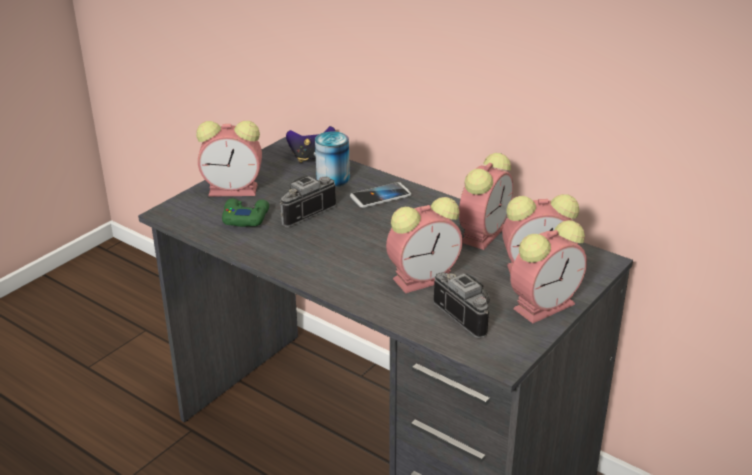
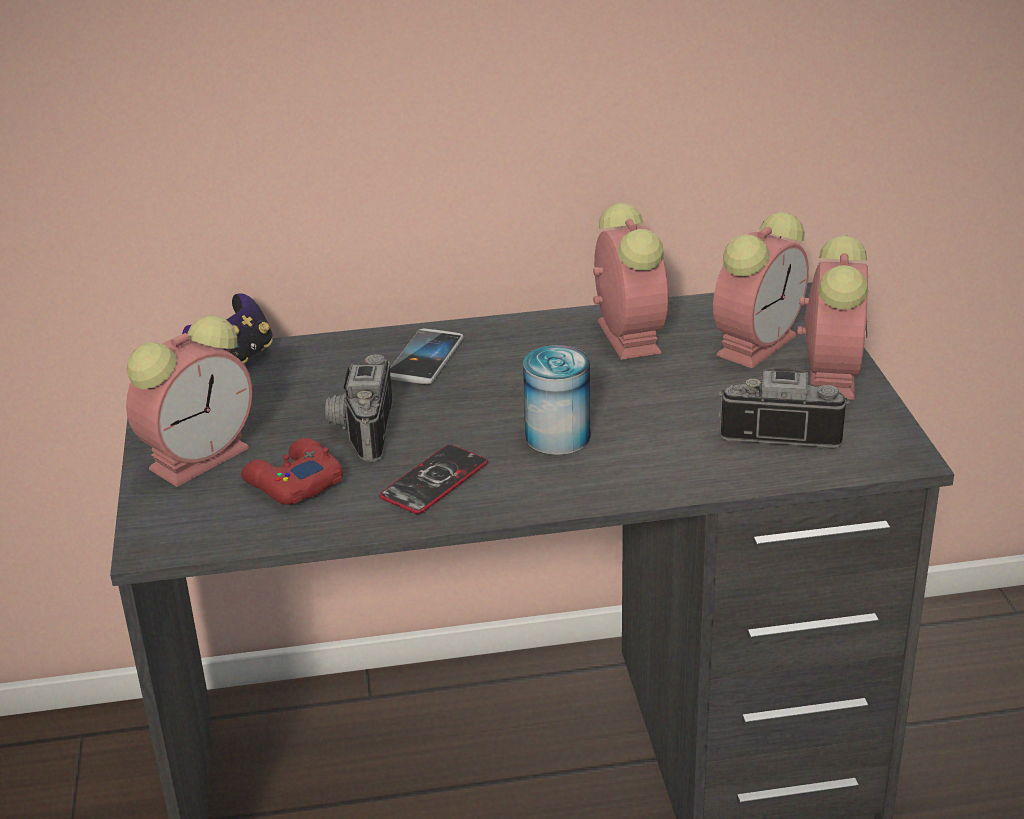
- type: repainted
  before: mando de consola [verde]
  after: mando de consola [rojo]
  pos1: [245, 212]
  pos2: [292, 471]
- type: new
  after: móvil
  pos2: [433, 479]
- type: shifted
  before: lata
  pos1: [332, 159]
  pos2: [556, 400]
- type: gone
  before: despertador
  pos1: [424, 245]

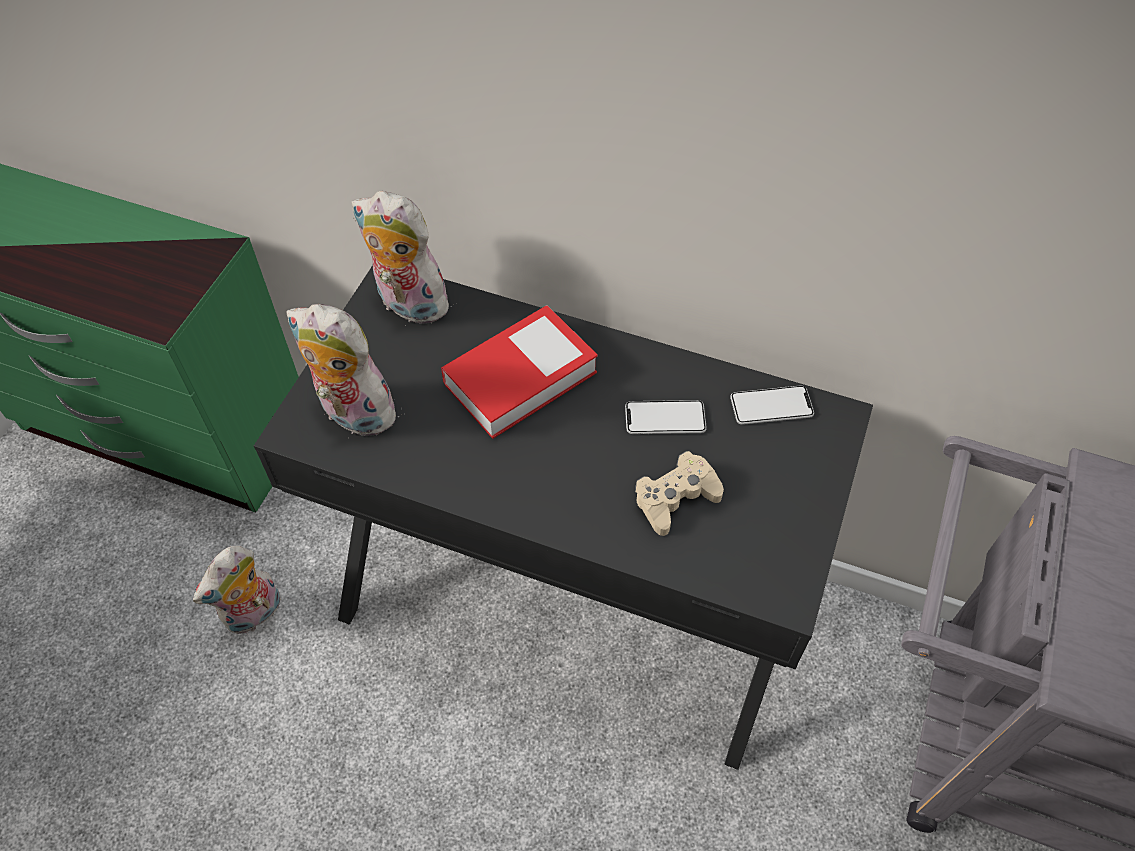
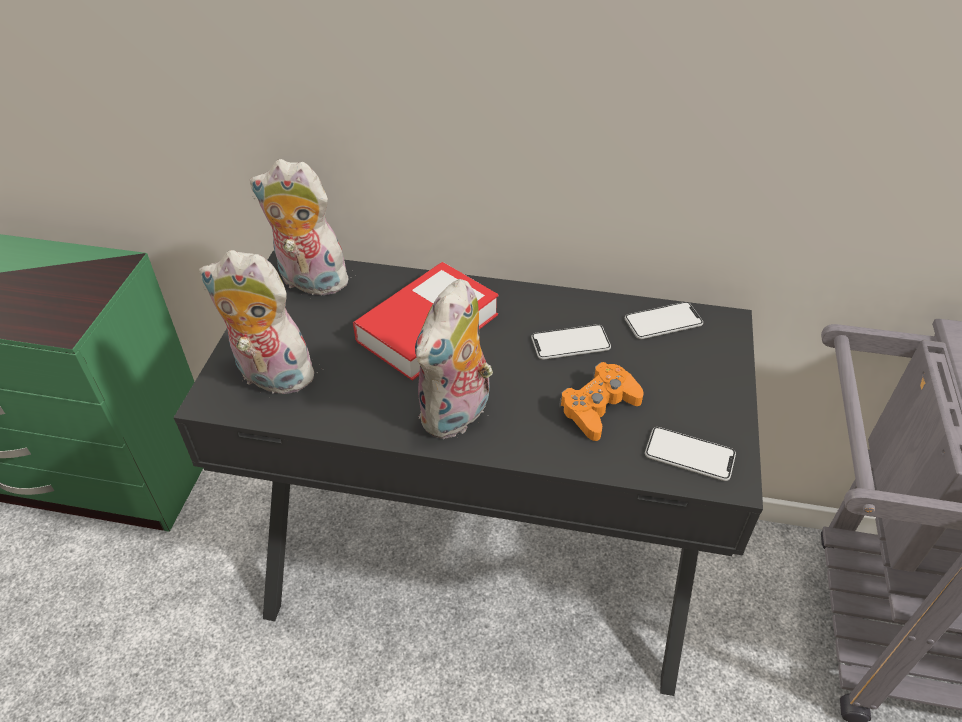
- type: shifted
  before: peluche
  pos1: [237, 590]
  pos2: [454, 359]
- type: repainted
  before: mando de consola [beis]
  after: mando de consola [naranja]
  pos1: [679, 493]
  pos2: [601, 401]
- type: new
  after: móvil
  pos2: [690, 454]

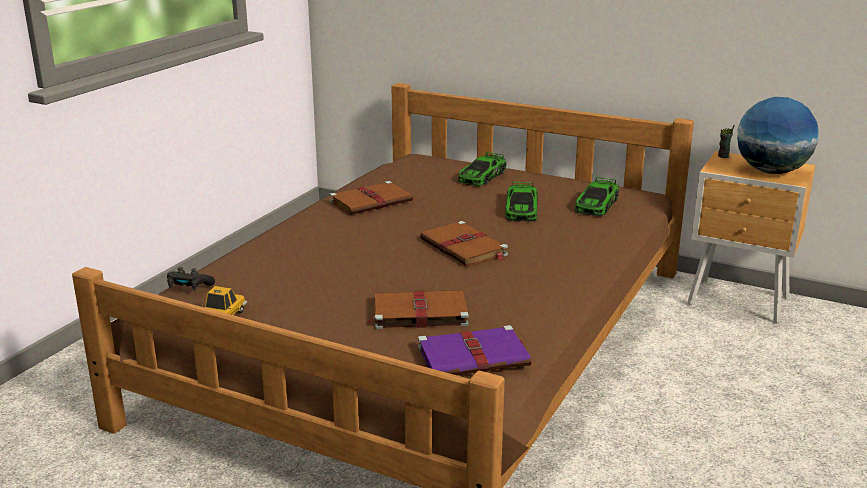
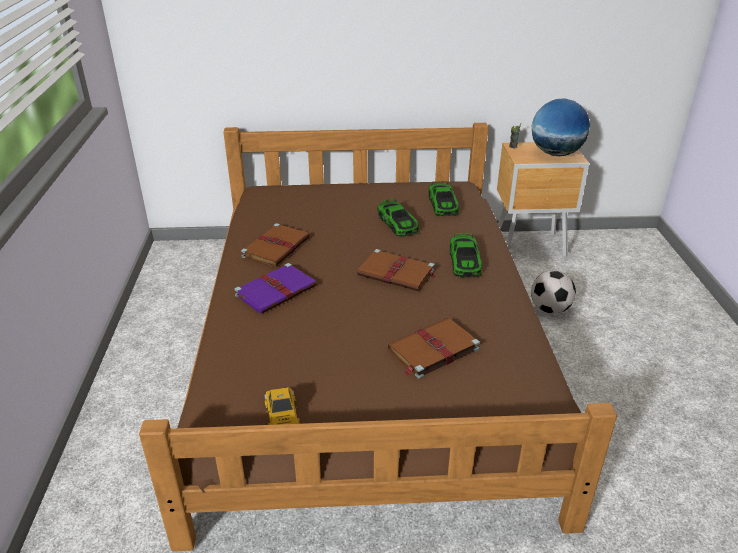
- type: shifted
  before: libro [morado]
  pos1: [475, 350]
  pos2: [275, 288]
- type: shifted
  before: coche de juguete
  pos1: [482, 169]
  pos2: [466, 255]
- type: new
  after: balón de fútbol
  pos2: [553, 292]
- type: gone
  before: mando de consola [negro]
  pos1: [191, 279]

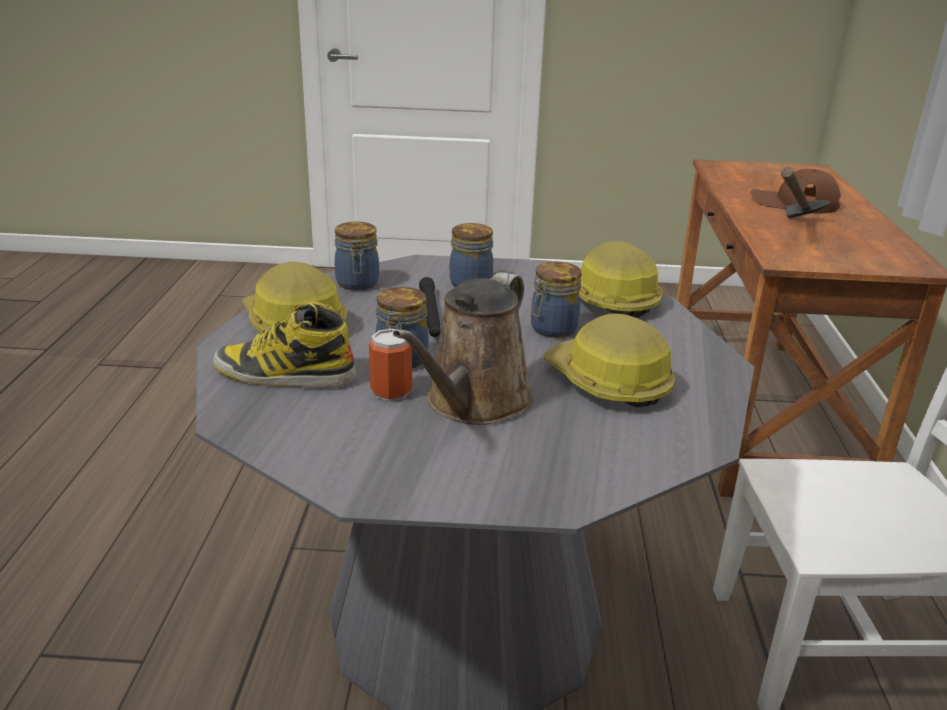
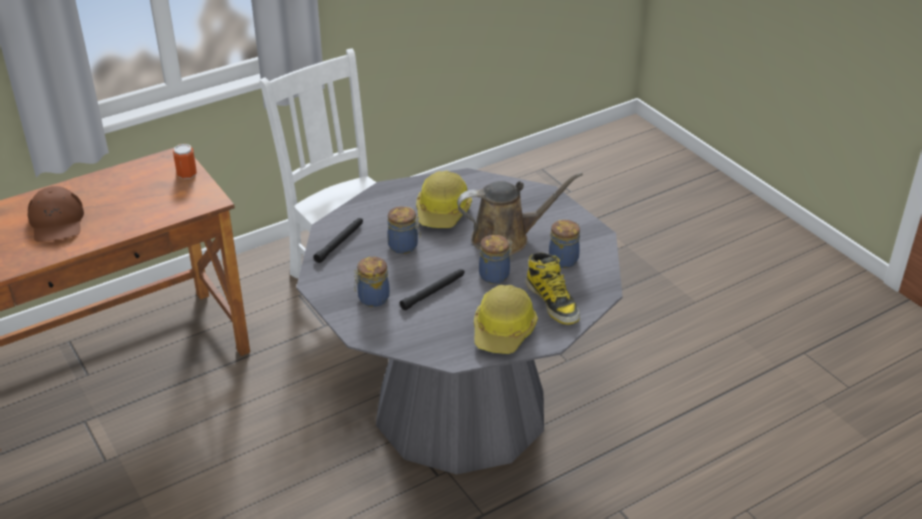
- type: shifted
  before: lata
  pos1: [390, 365]
  pos2: [185, 161]
- type: swapped
  before: casco
  after: linterna [negro]
  pos1: [621, 279]
  pos2: [338, 240]
- type: shifted
  before: tarro
  pos1: [356, 256]
  pos2: [564, 244]
- type: gone
  before: martillo
  pos1: [805, 192]

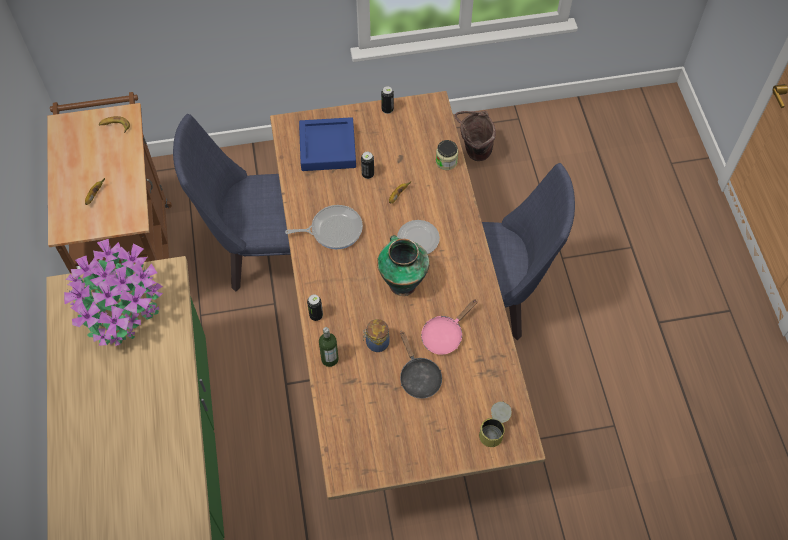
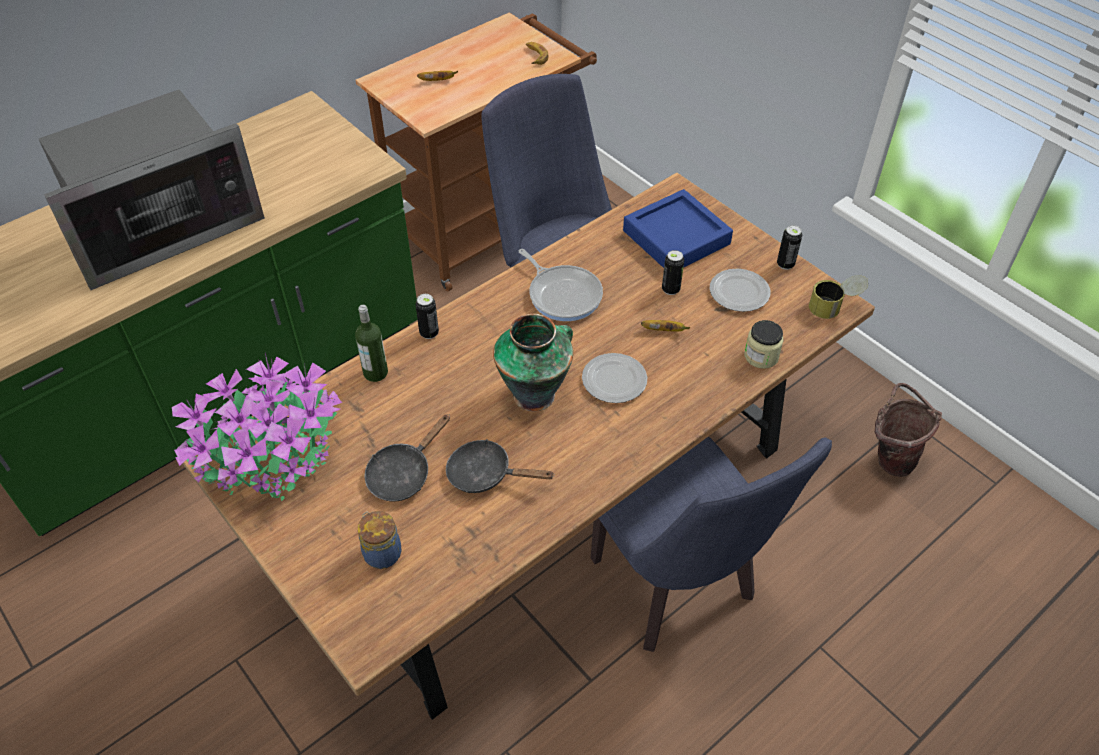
- type: new
  after: microondas
  pos2: [152, 189]
- type: shifted
  before: planta en maceta
  pos1: [113, 292]
  pos2: [257, 427]
- type: shifted
  before: tarro
  pos1: [376, 335]
  pos2: [380, 540]
- type: repainted
  before: sartén [rosa]
  after: sartén [negro]
  pos1: [449, 327]
  pos2: [500, 466]
- type: new
  after: plato
  pos2: [740, 290]
- type: shifted
  before: lata
  pos1: [495, 424]
  pos2: [838, 297]

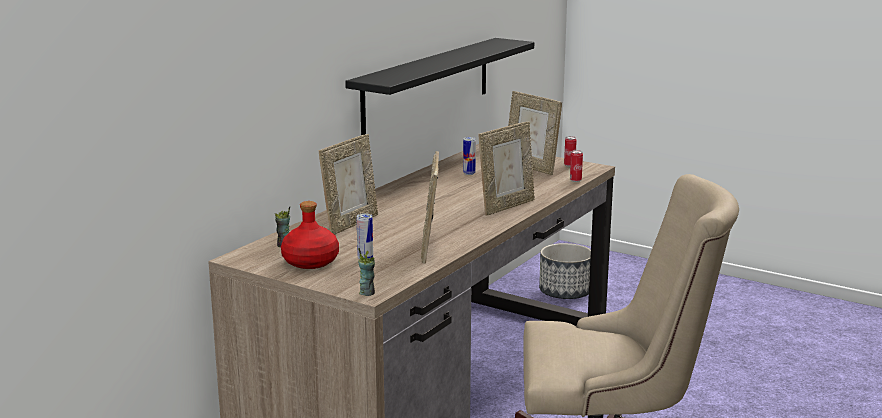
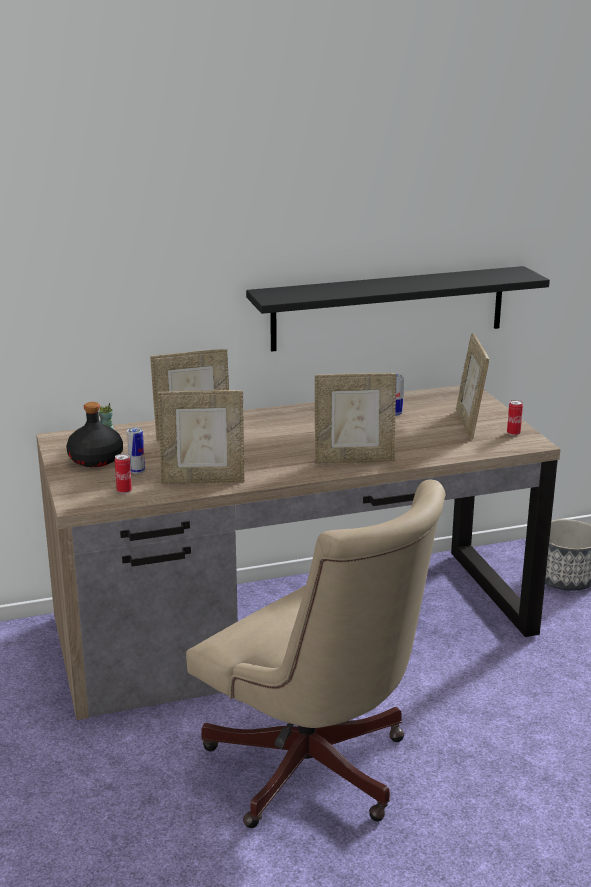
- type: repainted
  before: botella [rojo]
  after: botella [negro]
  pos1: [310, 235]
  pos2: [94, 434]
- type: shifted
  before: lata
  pos1: [576, 166]
  pos2: [123, 474]
- type: rotated
  before: portarretratos
  pos1: [430, 207]
  pos2: [201, 437]
  turn: -135
- type: gone
  before: taza
  pos1: [366, 272]

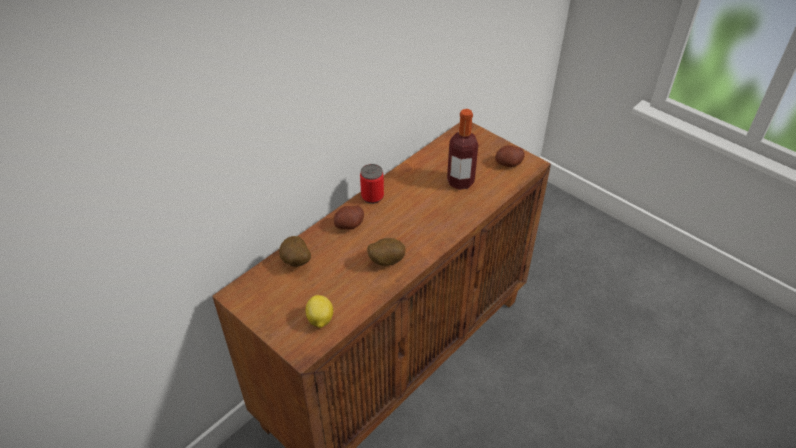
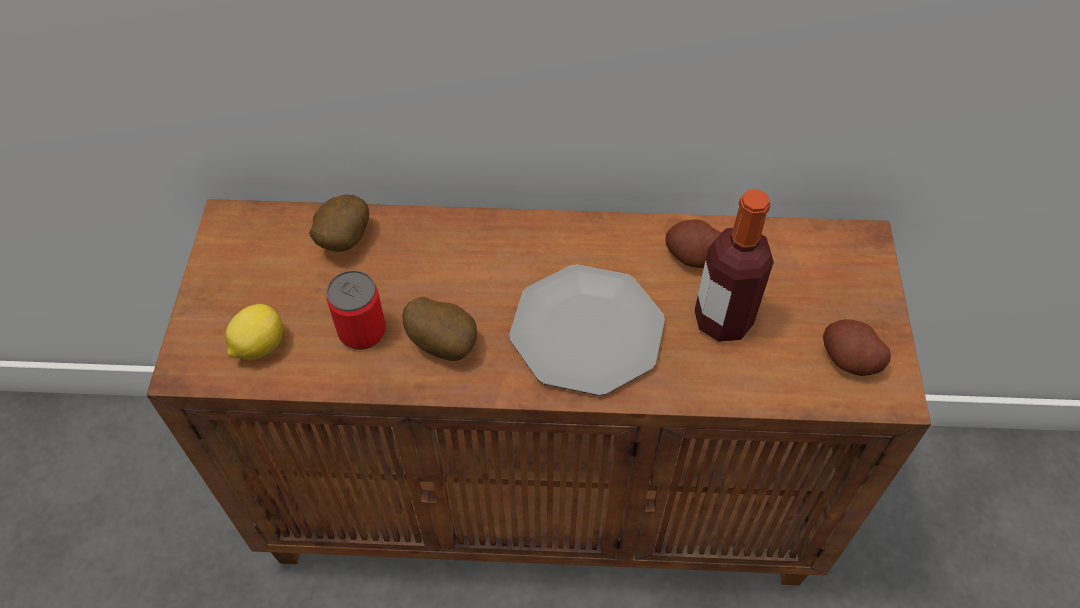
- type: shifted
  before: lata
  pos1: [372, 184]
  pos2: [356, 310]
- type: new
  after: plato
  pos2: [587, 330]
- type: shifted
  before: patata
  pos1: [349, 217]
  pos2: [693, 243]

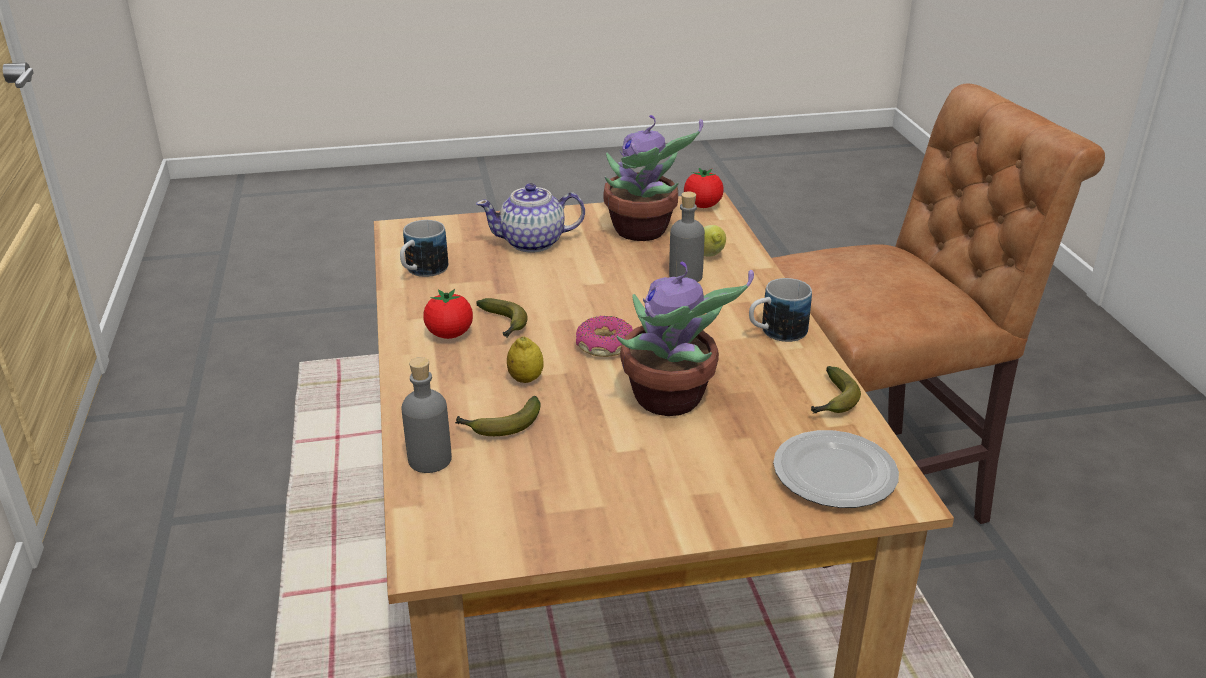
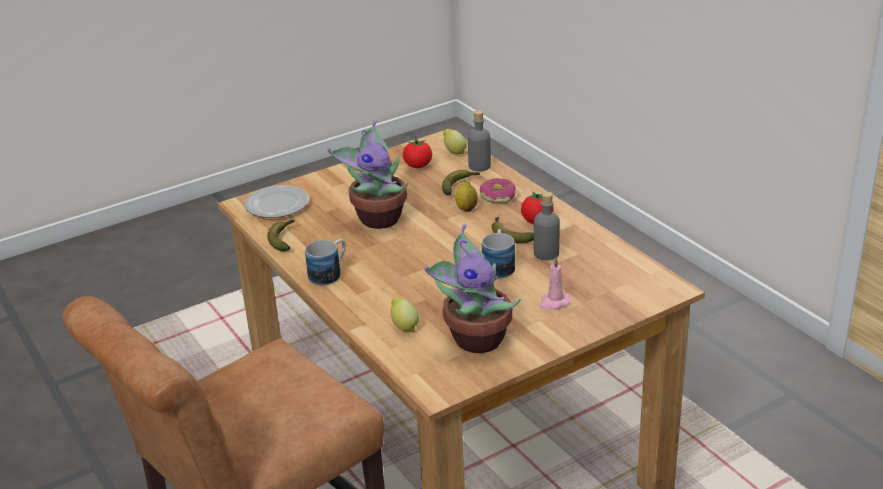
- type: shifted
  before: tomate
  pos1: [704, 188]
  pos2: [417, 153]
- type: new
  after: limón
  pos2: [455, 142]
- type: shifted
  before: rosquilla
  pos1: [604, 336]
  pos2: [498, 190]
- type: shifted
  before: taza grande
  pos1: [424, 248]
  pos2: [498, 254]
- type: shifted
  before: botella [gris]
  pos1: [687, 237]
  pos2: [547, 226]
- type: swapped
  before: tetera
  after: vela [rosa]
  pos1: [530, 217]
  pos2: [555, 283]

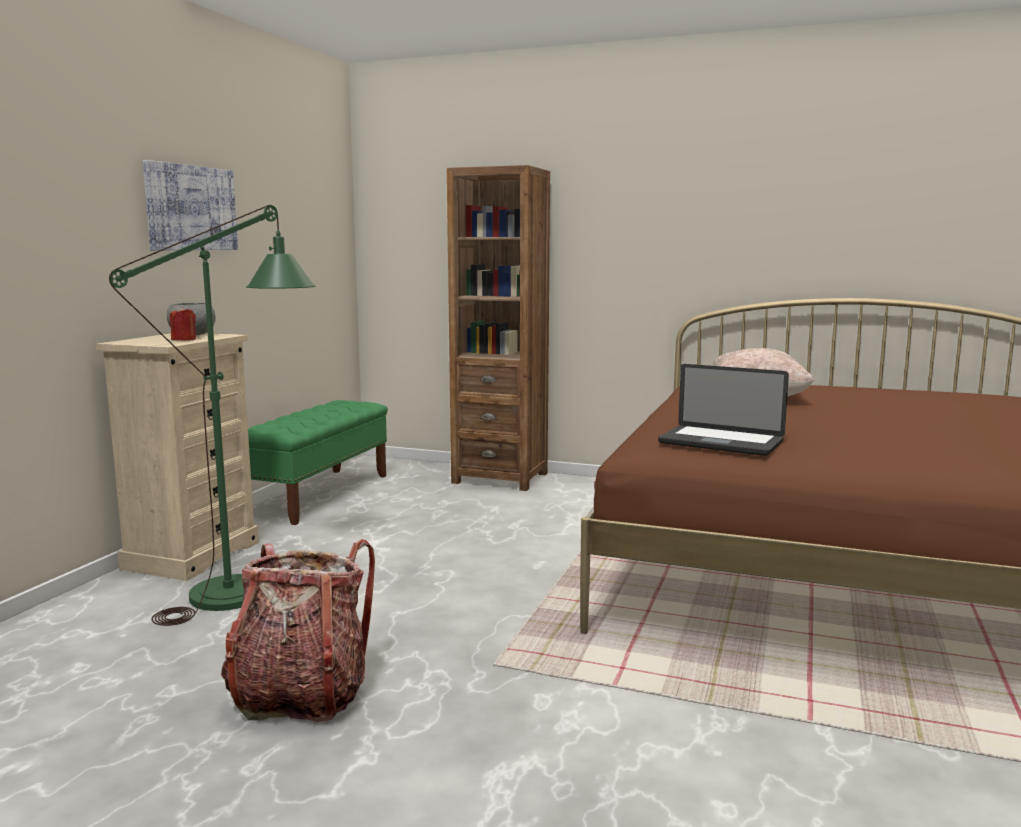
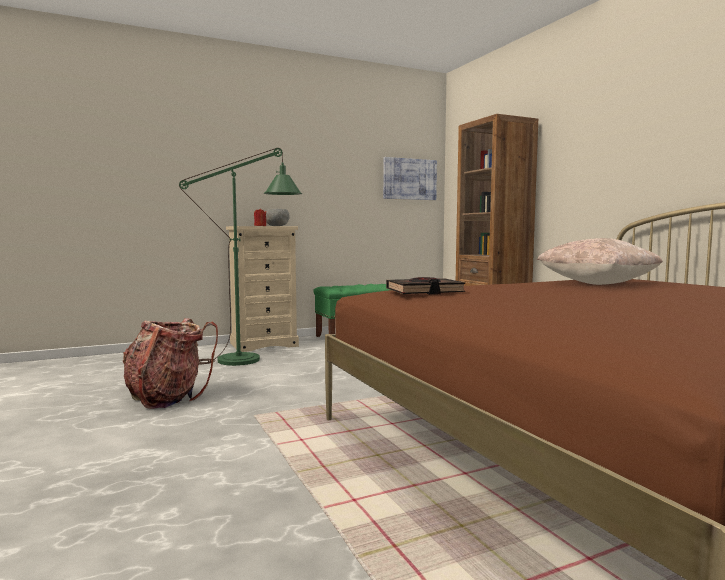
- type: shifted
  before: cuadro
  pos1: [190, 205]
  pos2: [410, 178]
- type: swapped
  before: portátil
  after: libro [negro]
  pos1: [723, 410]
  pos2: [425, 286]

